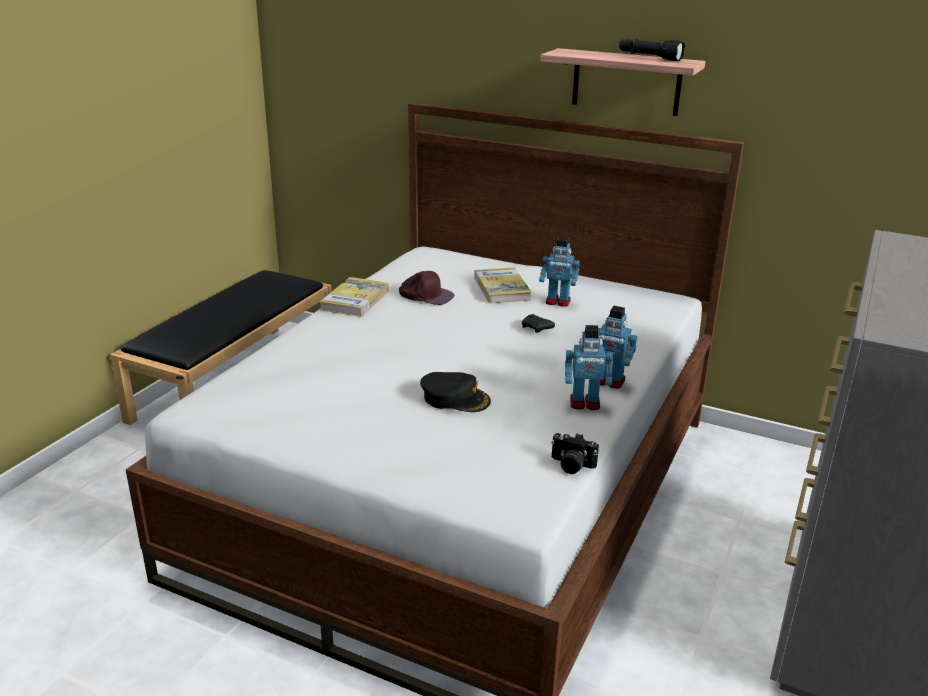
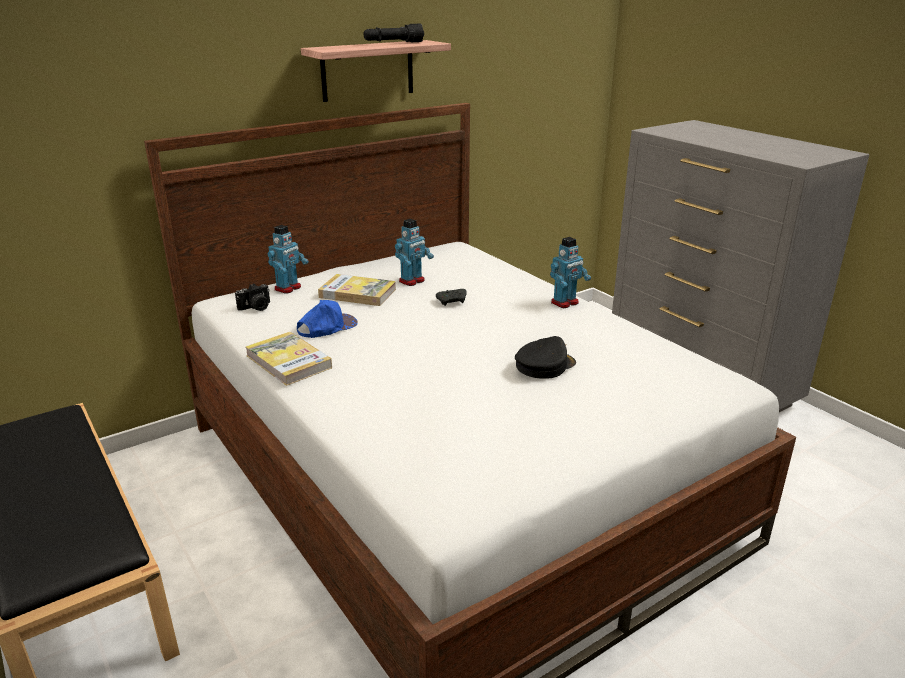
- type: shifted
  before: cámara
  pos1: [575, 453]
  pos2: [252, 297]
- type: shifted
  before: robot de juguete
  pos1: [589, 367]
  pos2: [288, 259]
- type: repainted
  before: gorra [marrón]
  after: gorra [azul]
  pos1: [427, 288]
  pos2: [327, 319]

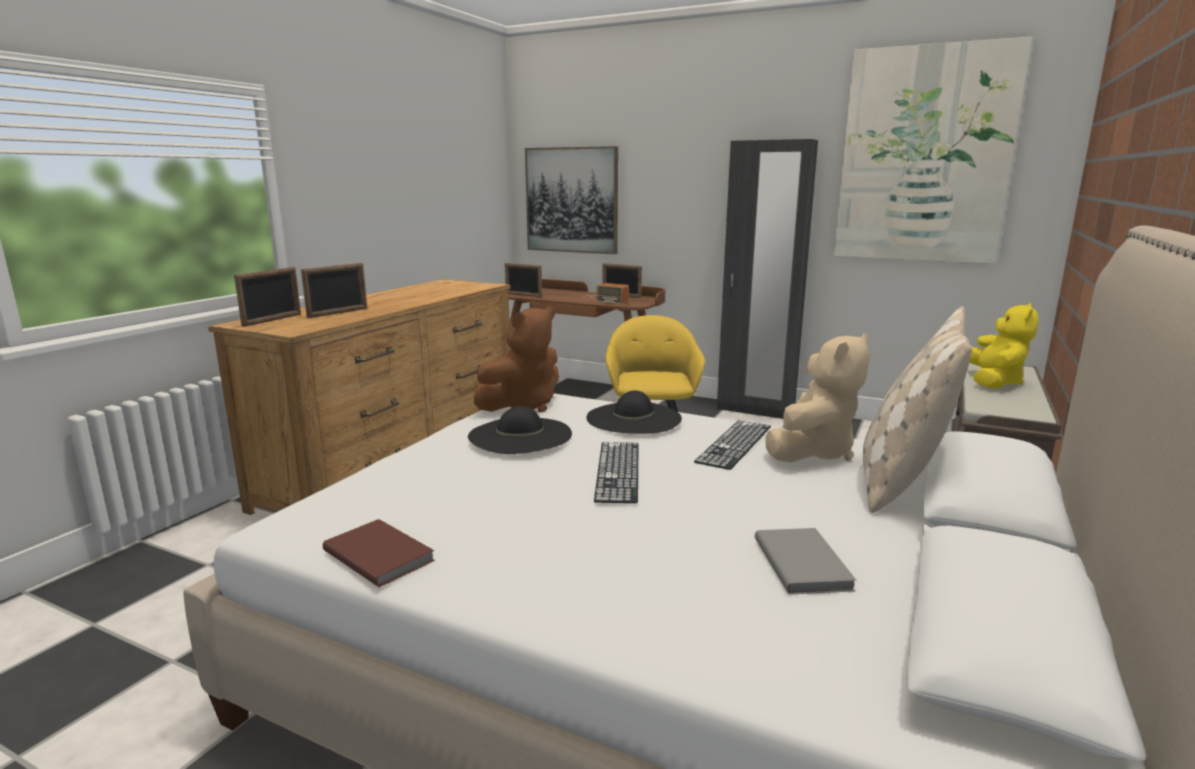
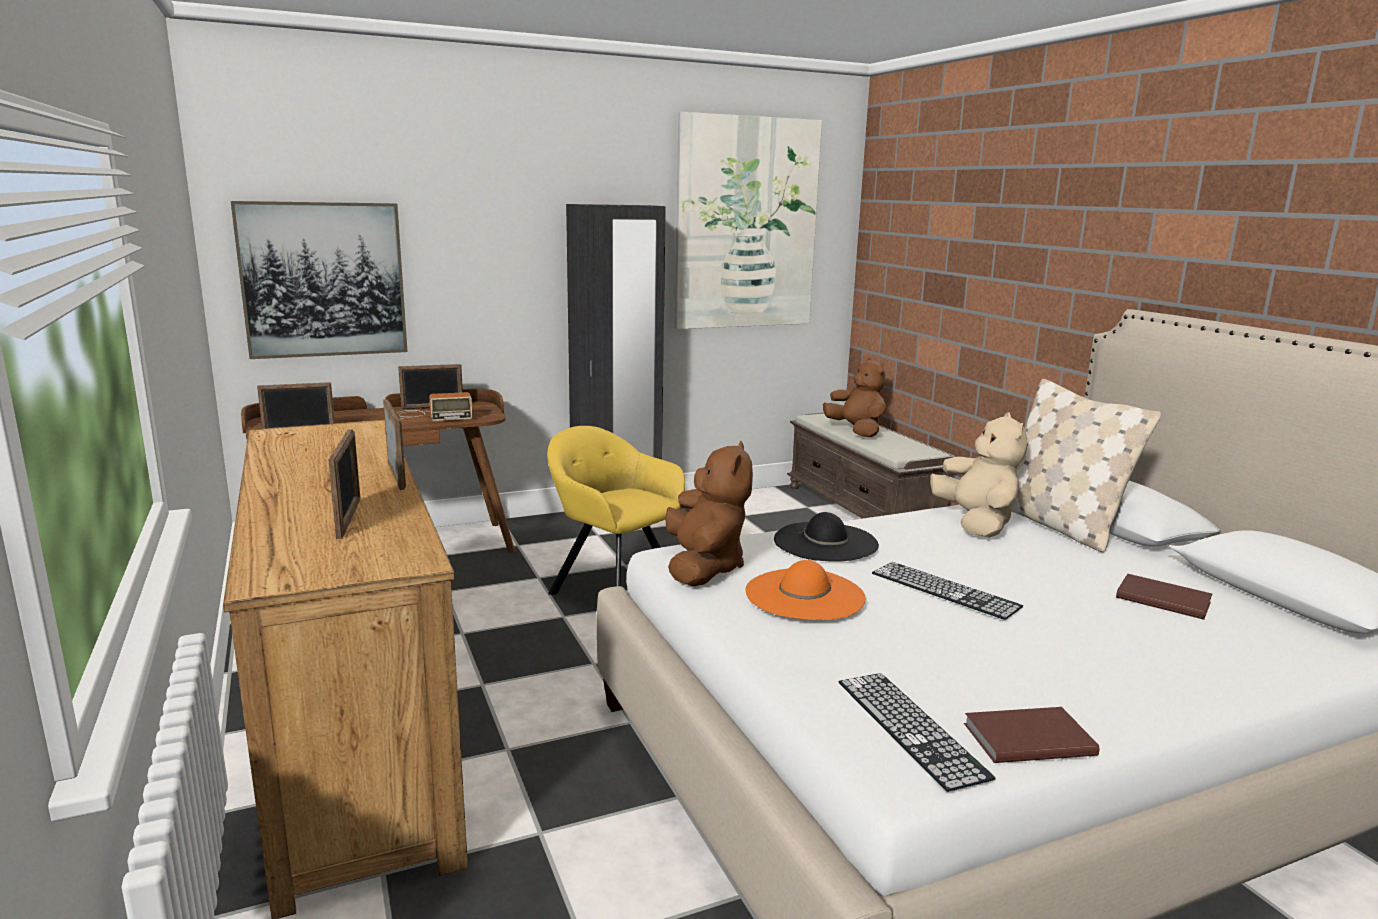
- type: shifted
  before: portarretratos
  pos1: [267, 297]
  pos2: [394, 444]
- type: repainted
  before: sombrero [negro]
  after: sombrero [naranja]
  pos1: [520, 430]
  pos2: [805, 590]
- type: repainted
  before: peluche [amarillo]
  after: peluche [marrón]
  pos1: [1004, 346]
  pos2: [854, 397]
- type: shifted
  before: teclado
  pos1: [732, 445]
  pos2: [917, 732]
- type: repainted
  before: libro [gris]
  after: libro [marrón]
  pos1: [806, 561]
  pos2: [1164, 597]

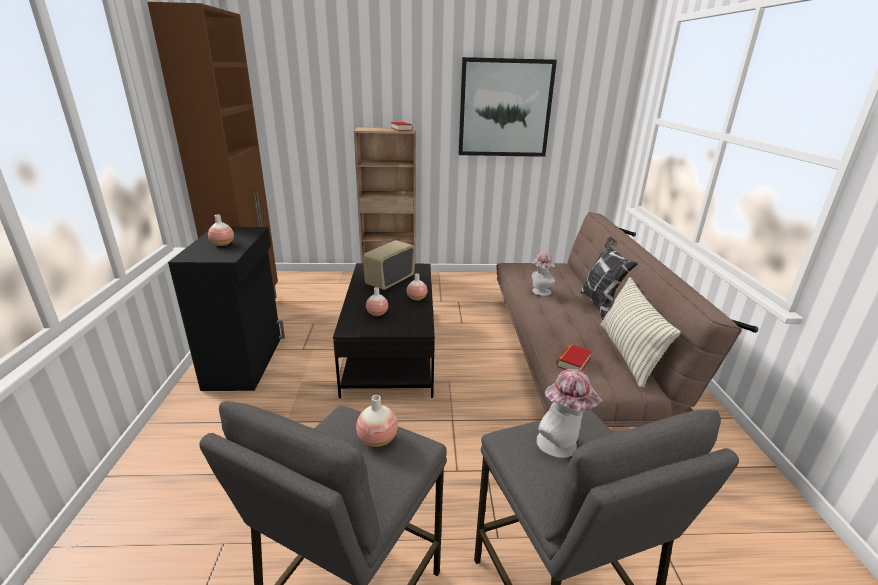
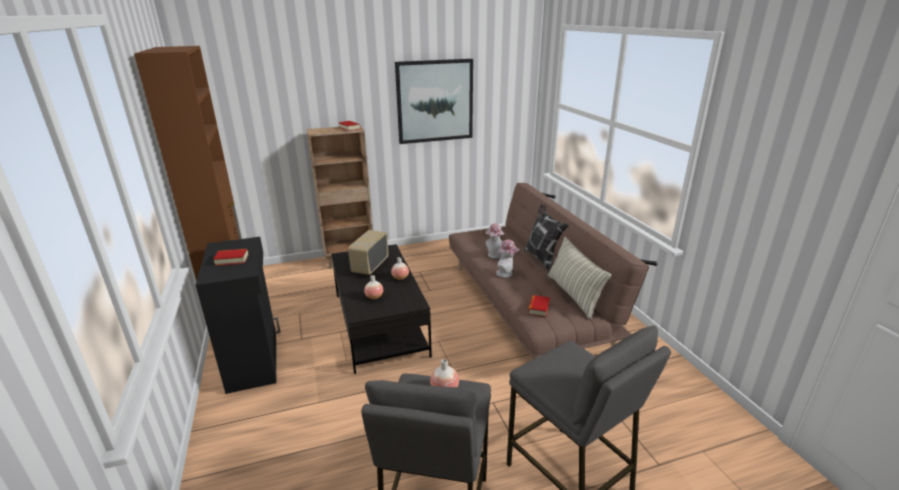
- type: swapped
  before: florero
  after: libro
  pos1: [221, 230]
  pos2: [230, 257]
- type: shifted
  before: sombrero
  pos1: [569, 413]
  pos2: [507, 259]

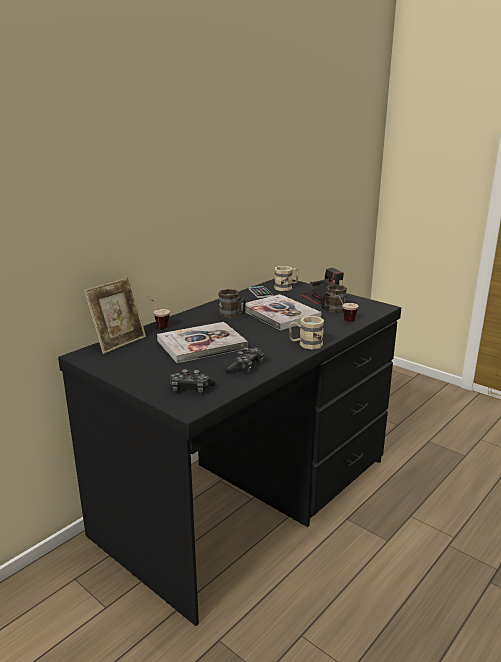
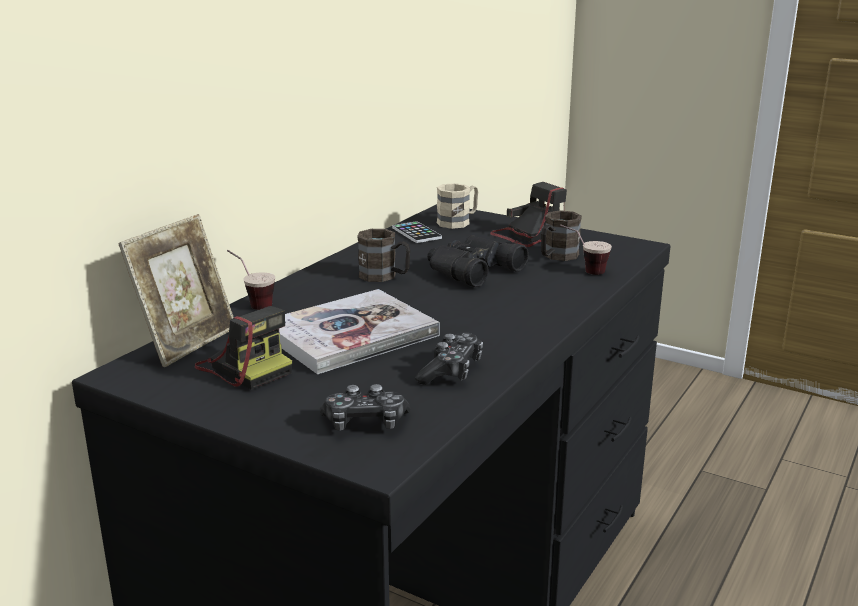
- type: new
  after: cámara
  pos2: [243, 348]
- type: swapped
  before: libro
  after: prismáticos [negro]
  pos1: [281, 312]
  pos2: [478, 261]
- type: gone
  before: taza grande [beis]
  pos1: [306, 332]

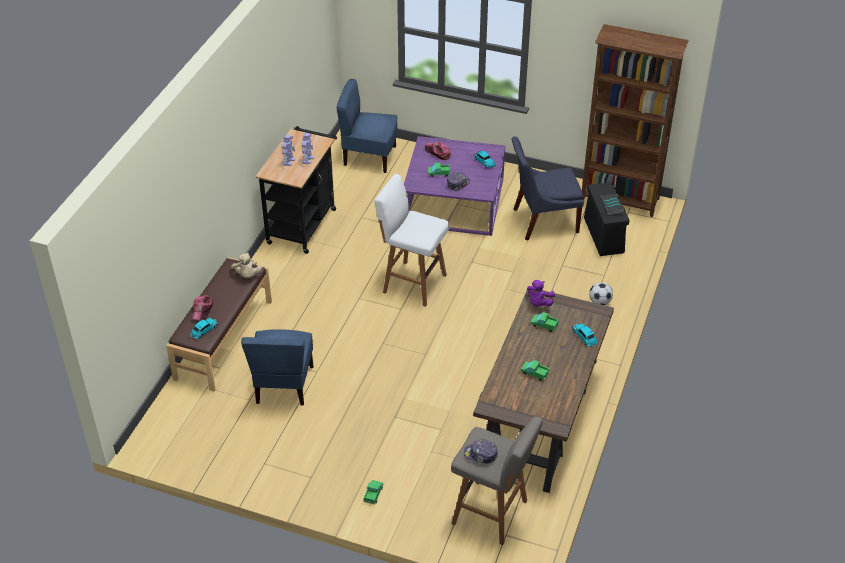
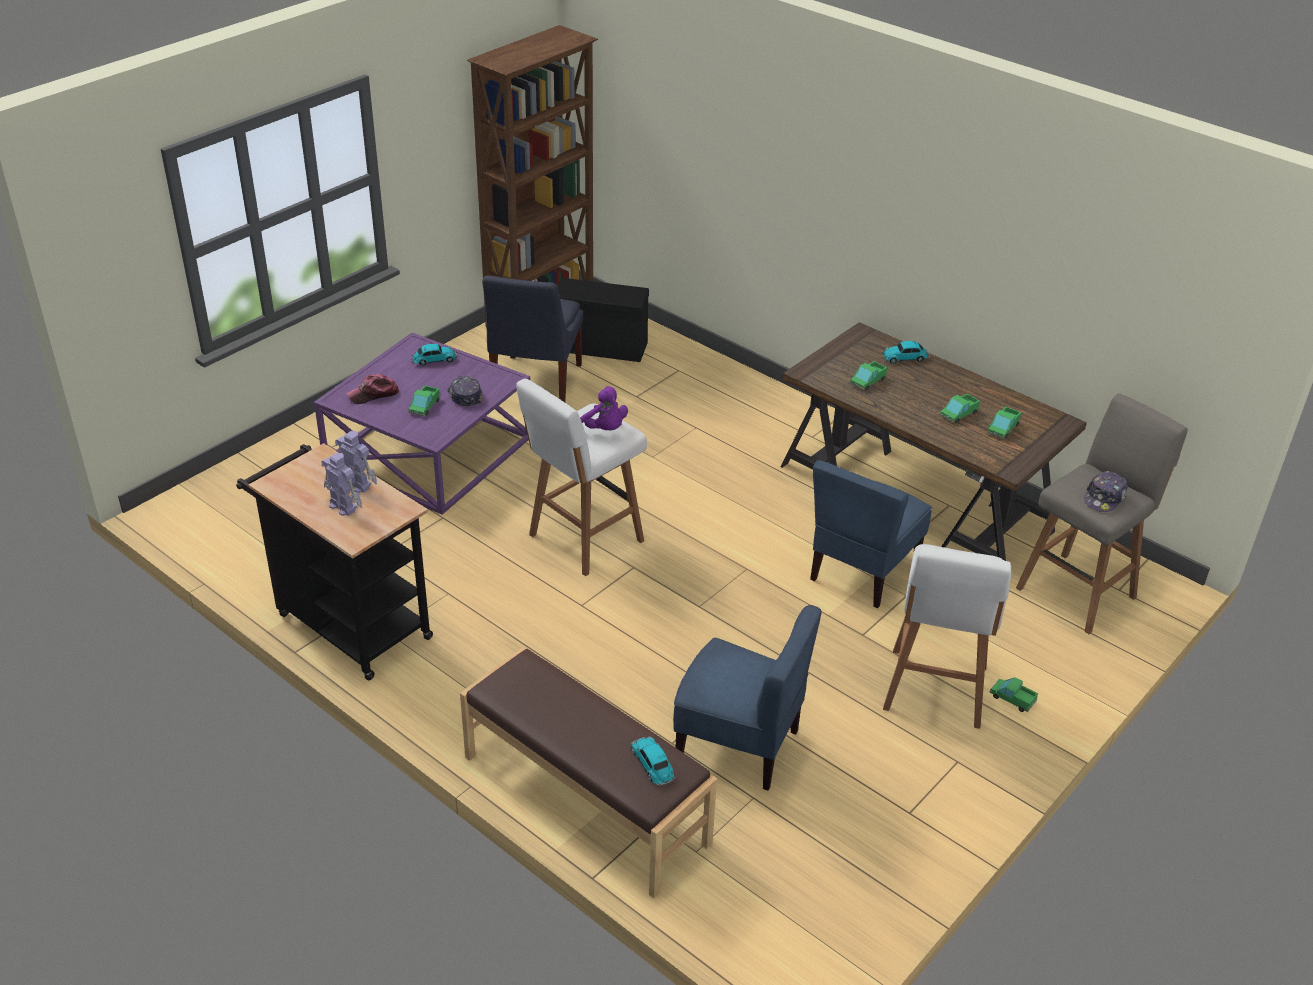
- type: shifted
  before: peluche [morado]
  pos1: [541, 293]
  pos2: [604, 408]
- type: shifted
  before: silla [azul]
  pos1: [367, 126]
  pos2: [871, 534]
- type: new
  after: taburete [blanco]
  pos2: [947, 636]
- type: new
  after: camión de juguete
  pos2: [1004, 423]
- type: gone
  before: gorra
  pos1: [202, 308]
- type: gone
  before: peluche [beis]
  pos1: [246, 265]
- type: gone
  before: balón de fútbol
  pos1: [601, 293]
- type: gone
  before: libro
  pos1: [612, 205]

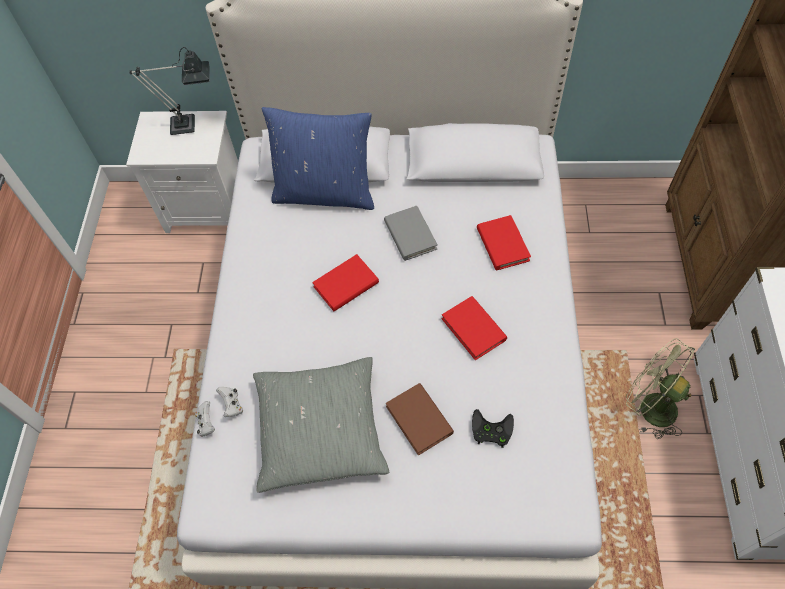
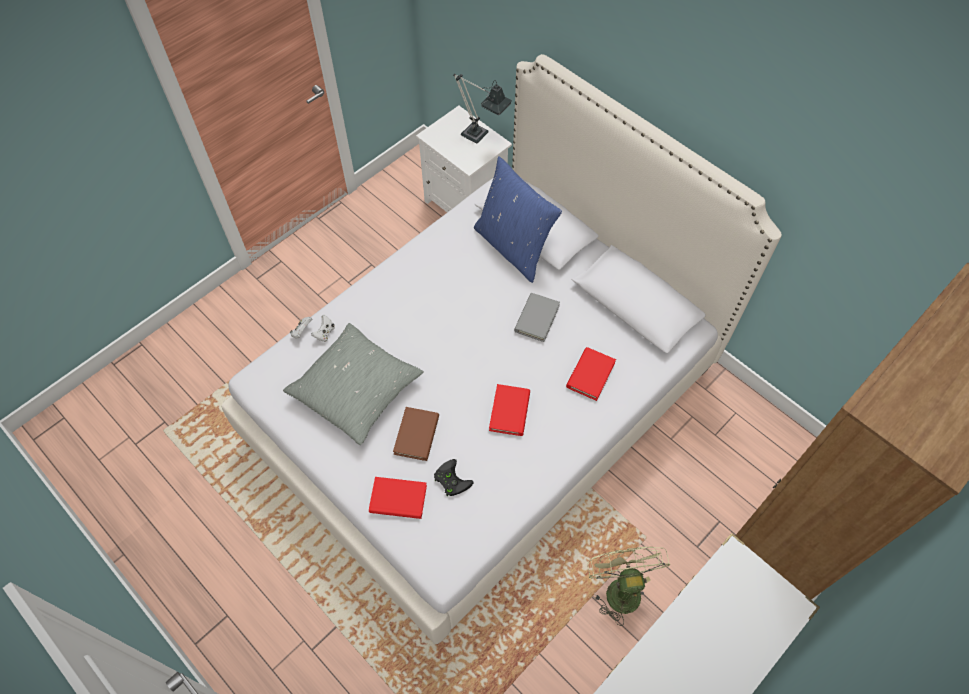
- type: shifted
  before: libro [rojo]
  pos1: [345, 282]
  pos2: [398, 498]

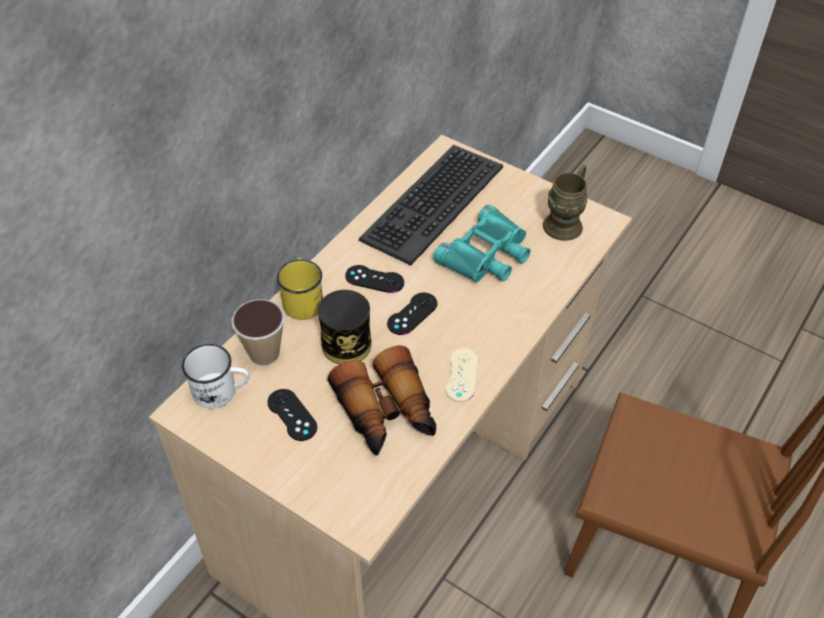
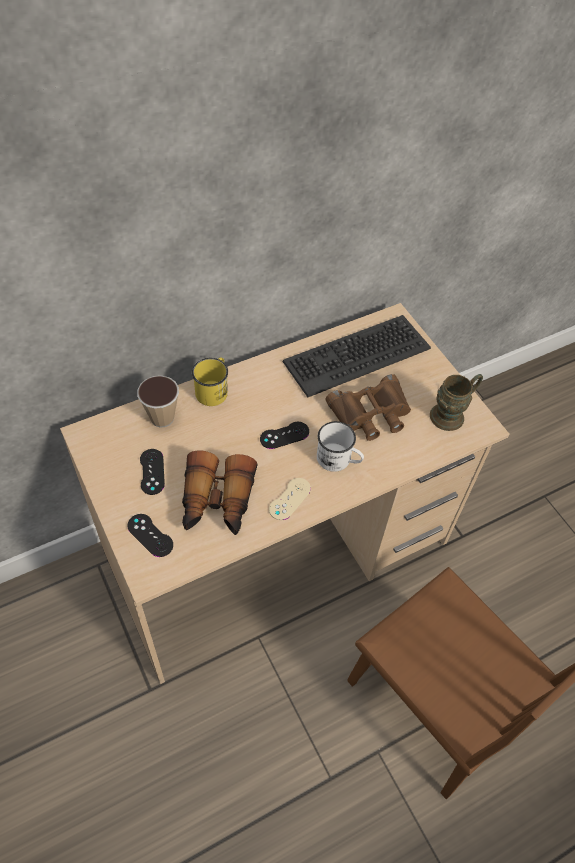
- type: shifted
  before: mando de consola [negro]
  pos1: [374, 279]
  pos2: [150, 535]
- type: shifted
  before: taza grande [blanco]
  pos1: [216, 376]
  pos2: [340, 446]
- type: repainted
  before: prismáticos [turquesa]
  after: prismáticos [marrón]
  pos1: [481, 243]
  pos2: [368, 407]
- type: gone
  before: lata
  pos1: [345, 327]

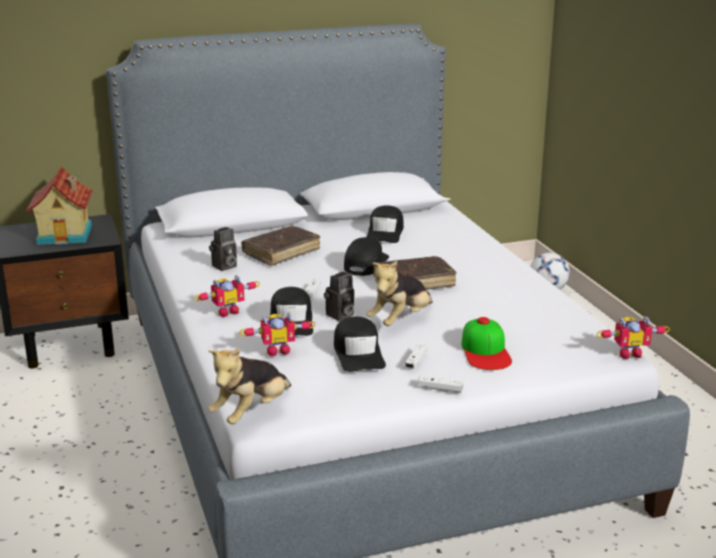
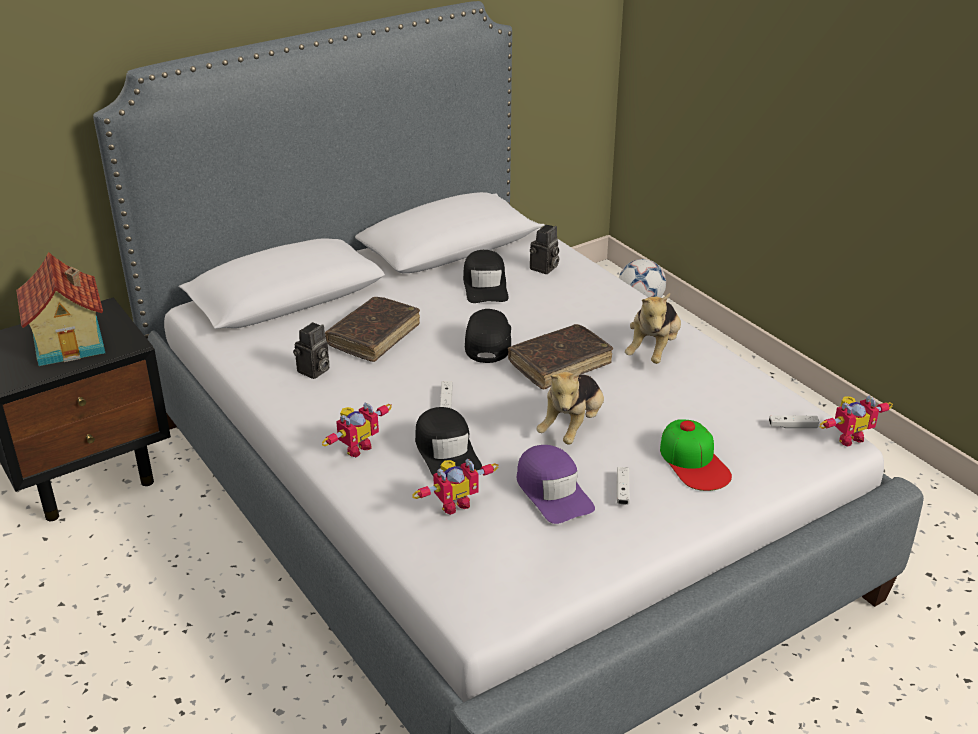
- type: repainted
  before: gorra [negro]
  after: gorra [morado]
  pos1: [360, 344]
  pos2: [556, 484]
- type: shifted
  before: cámara
  pos1: [339, 296]
  pos2: [544, 249]
- type: shifted
  before: peluche
  pos1: [249, 385]
  pos2: [653, 328]
- type: shifted
  before: mando de consola [blanco]
  pos1: [440, 384]
  pos2: [794, 422]

